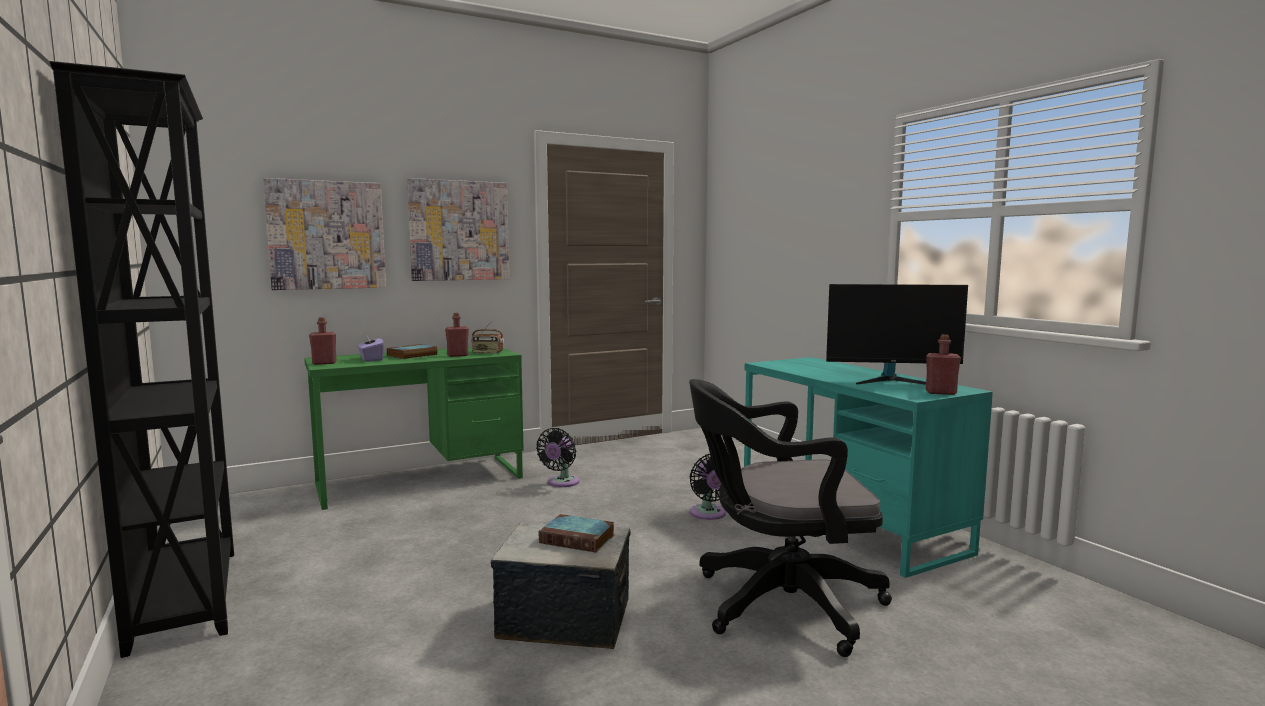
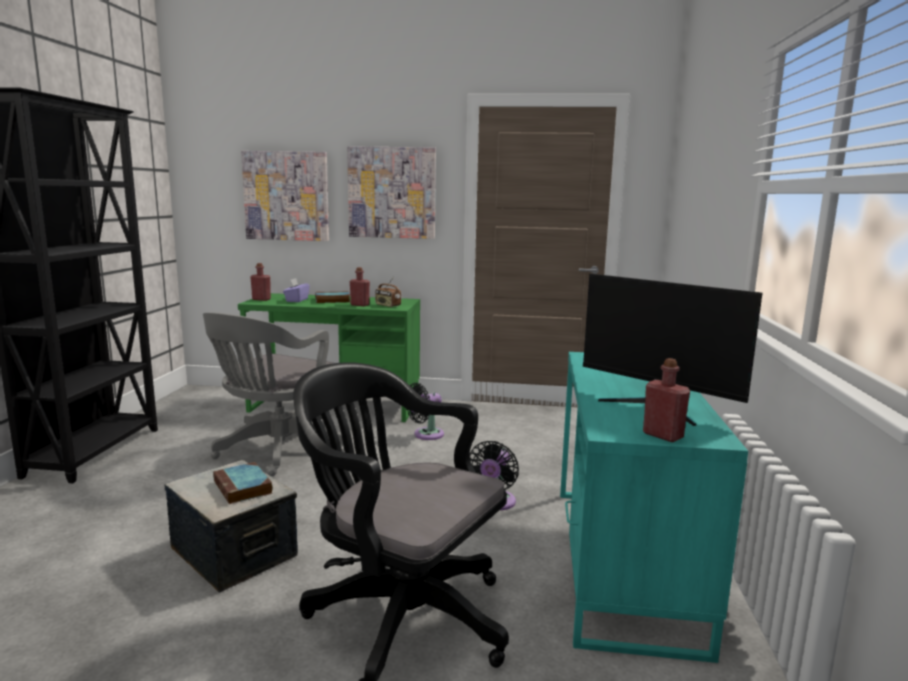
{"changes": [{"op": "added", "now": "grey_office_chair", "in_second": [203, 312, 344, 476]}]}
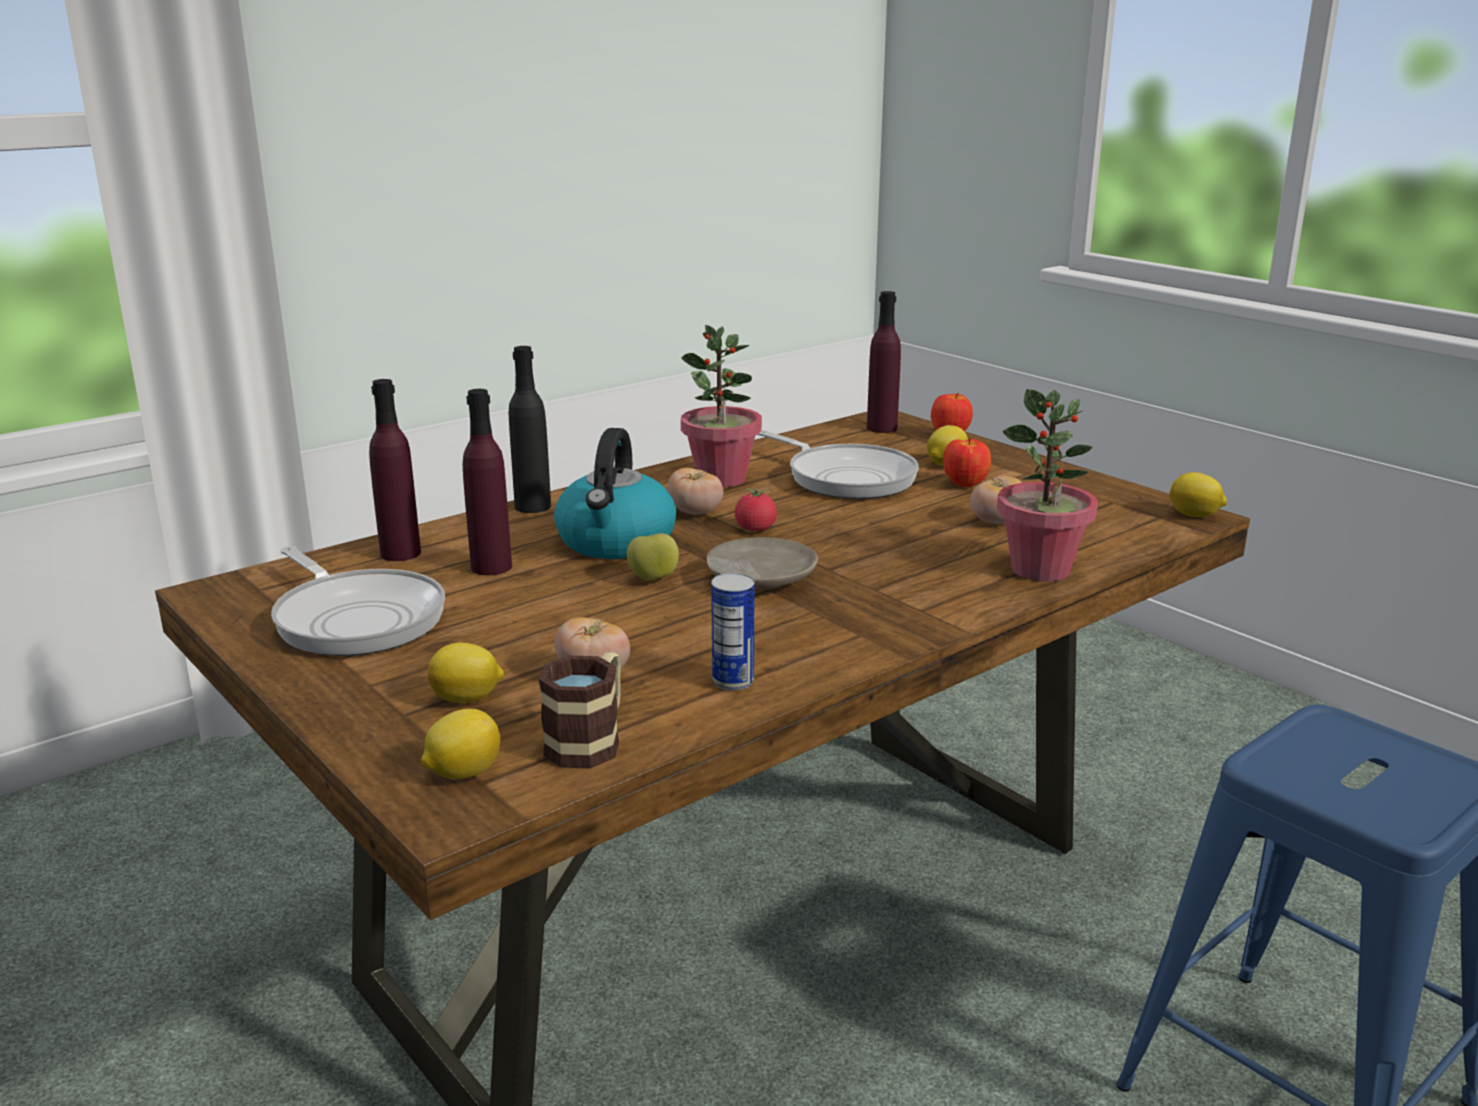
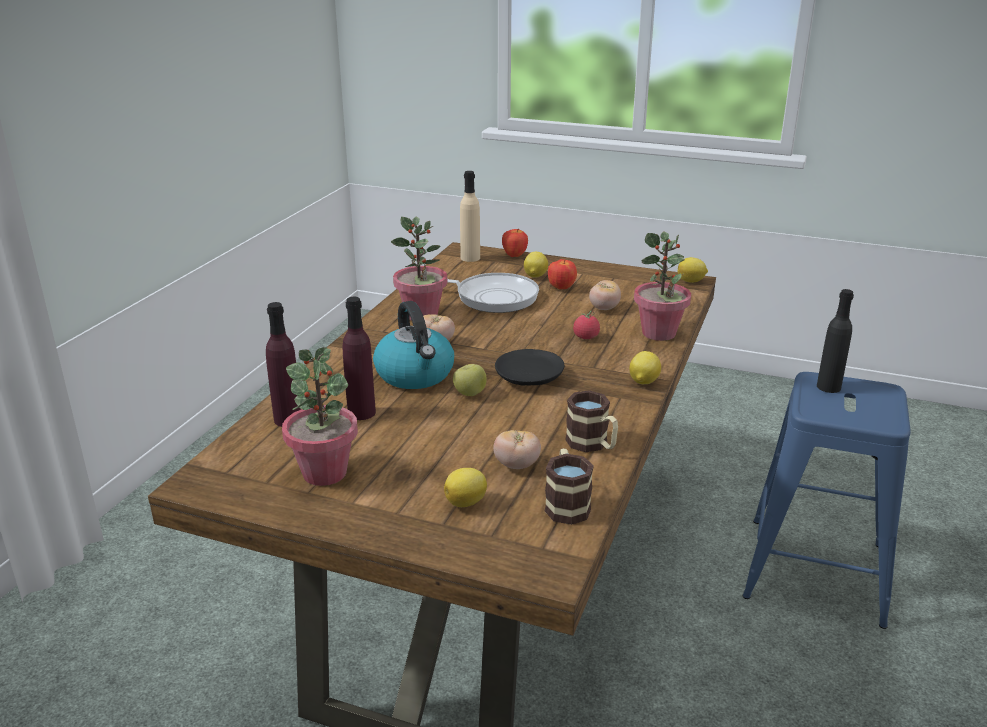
{"changes": [{"op": "replaced", "was": "frying_pan", "now": "potted_plant", "in_first": [271, 546, 445, 656], "in_second": [282, 347, 358, 486]}, {"op": "recoloured", "was": "purple_bottle", "now": "beige_bottle", "in_first": [867, 291, 901, 433], "in_second": [460, 171, 480, 262]}, {"op": "recoloured", "was": "beige_plate", "now": "black_plate", "in_first": [706, 537, 818, 589], "in_second": [495, 349, 564, 386]}, {"op": "replaced", "was": "can", "now": "mug", "in_first": [711, 573, 755, 690], "in_second": [565, 390, 618, 452]}, {"op": "moved", "was": "tomato", "in_first": [735, 488, 777, 531], "in_second": [573, 311, 600, 339]}, {"op": "moved", "was": "lemon", "in_first": [421, 709, 501, 779], "in_second": [629, 351, 661, 384]}, {"op": "moved", "was": "black_bottle", "in_first": [509, 346, 551, 513], "in_second": [817, 289, 854, 393]}]}
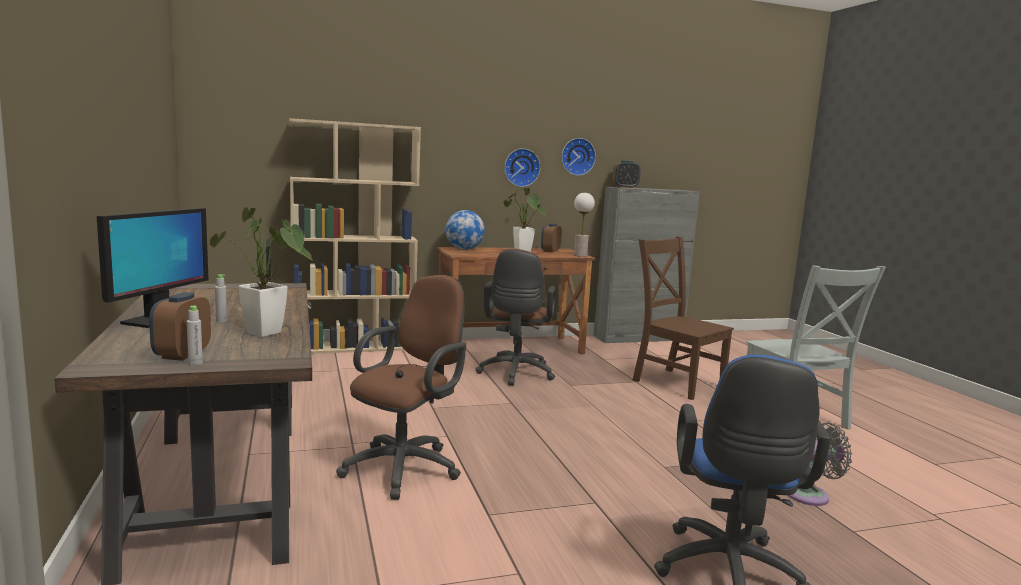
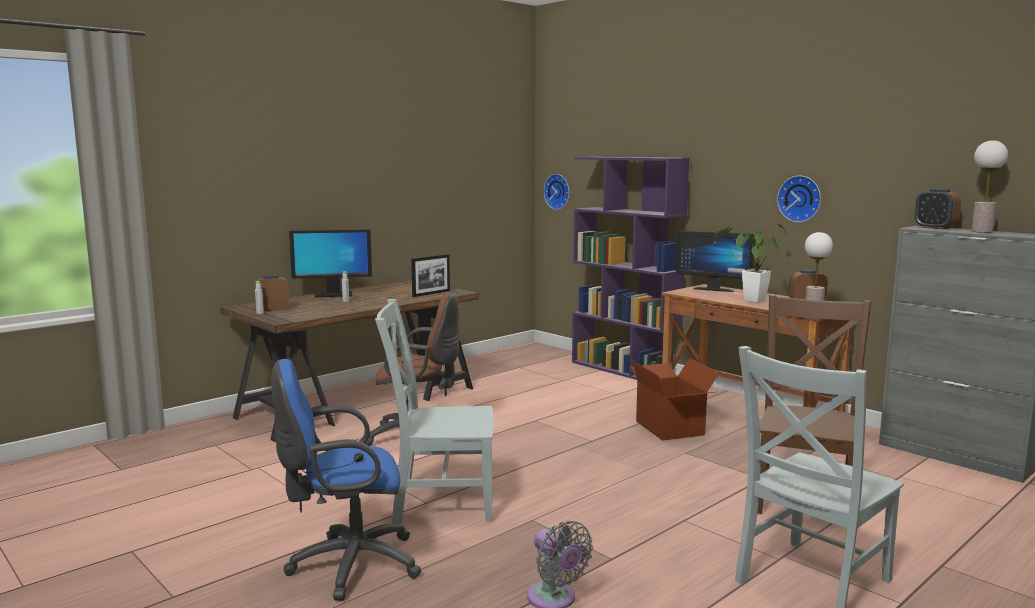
{"changes": [{"op": "added", "now": "grey_chair", "in_second": [375, 299, 494, 524]}, {"op": "moved", "was": "wall_clock", "in_first": [562, 138, 596, 176], "in_second": [544, 174, 569, 210]}, {"op": "recoloured", "was": "beige_bookcase", "now": "purple_bookcase", "in_first": [289, 118, 421, 354], "in_second": [572, 157, 689, 380]}, {"op": "replaced", "was": "brown_office_chair", "now": "cardboard_box", "in_first": [476, 248, 555, 386], "in_second": [630, 358, 720, 441]}, {"op": "replaced", "was": "globe", "now": "monitor", "in_first": [446, 210, 485, 250], "in_second": [676, 231, 755, 292]}, {"op": "added", "now": "table_lamp", "in_second": [972, 140, 1008, 233]}, {"op": "removed", "was": "potted_plant", "in_first": [210, 207, 314, 337]}]}
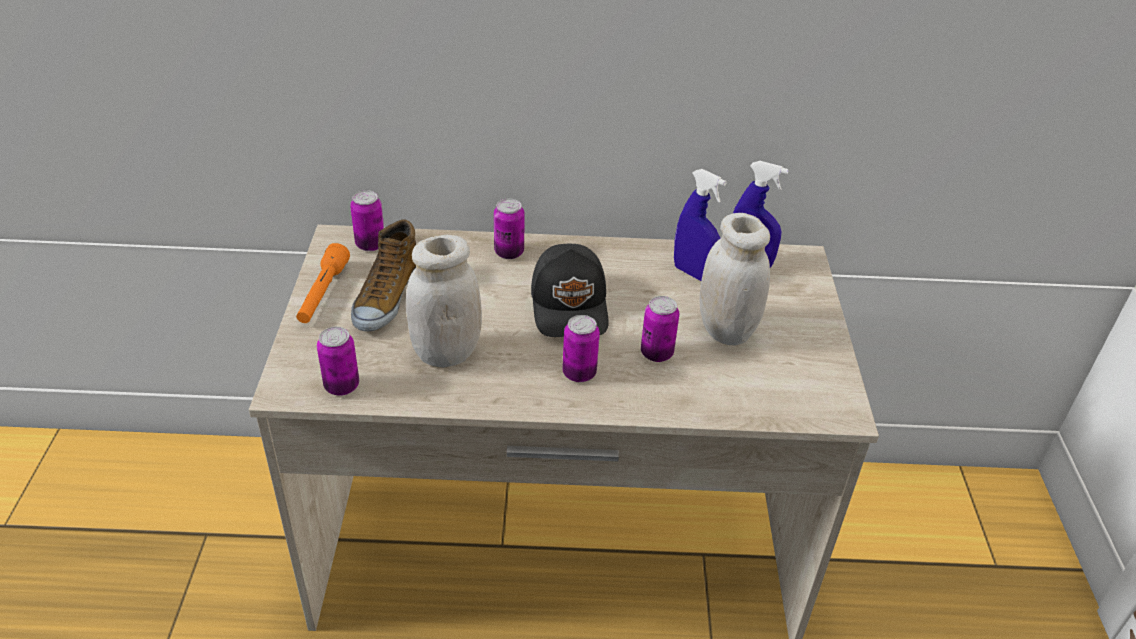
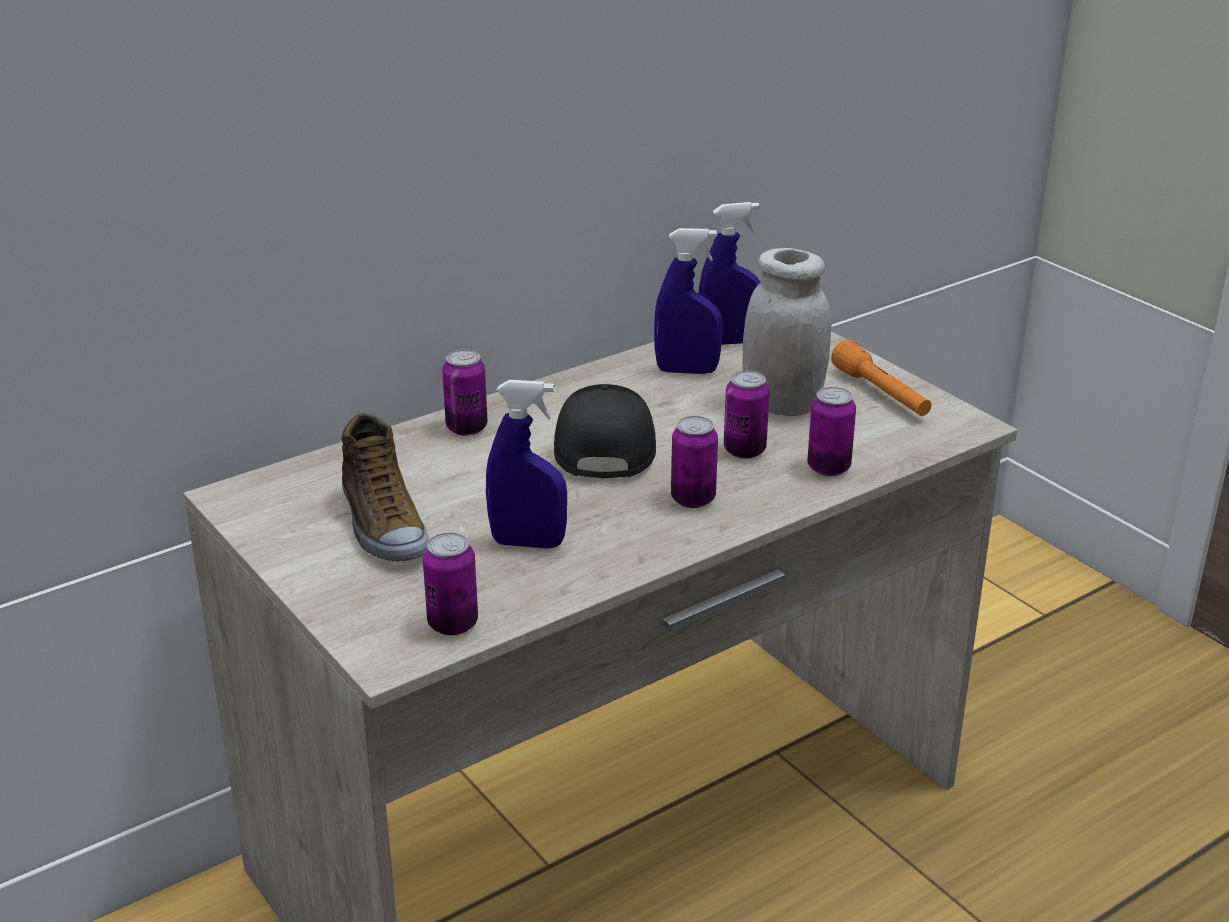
{"changes": [{"op": "replaced", "was": "white_jar", "now": "blue_spray_bottle", "in_first": [406, 235, 482, 368], "in_second": [486, 380, 567, 549]}, {"op": "turned", "was": "black_cap", "in_first": [531, 244, 609, 337], "in_second": [554, 384, 656, 478], "clockwise": -135}, {"op": "moved", "was": "can", "in_first": [350, 190, 384, 251], "in_second": [807, 387, 856, 476]}, {"op": "moved", "was": "orange_flashlight", "in_first": [296, 243, 350, 323], "in_second": [831, 340, 932, 416]}]}
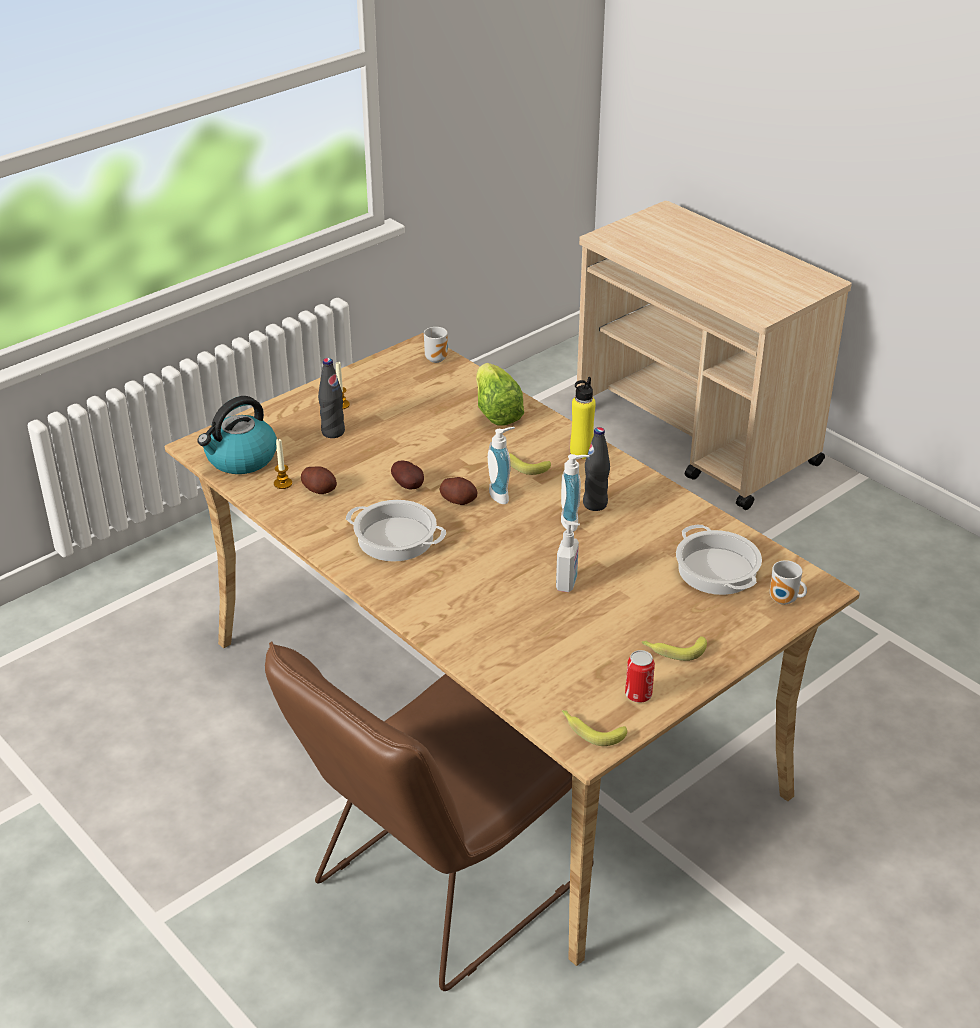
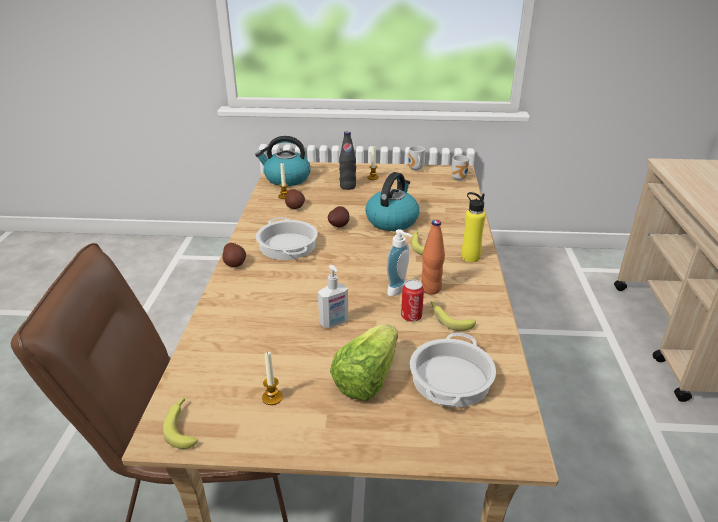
{"changes": [{"op": "moved", "was": "potato", "in_first": [439, 477, 478, 505], "in_second": [222, 243, 246, 267]}, {"op": "added", "now": "candle", "in_second": [262, 351, 283, 405]}, {"op": "moved", "was": "lettuce", "in_first": [476, 363, 524, 426], "in_second": [330, 324, 398, 401]}, {"op": "added", "now": "kettle", "in_second": [365, 172, 419, 231]}, {"op": "moved", "was": "can", "in_first": [625, 650, 655, 703], "in_second": [401, 279, 424, 322]}, {"op": "moved", "was": "mug", "in_first": [770, 560, 807, 605], "in_second": [408, 146, 425, 171]}, {"op": "recoloured", "was": "black_bottle", "now": "orange_bottle", "in_first": [583, 427, 610, 511], "in_second": [421, 220, 445, 294]}, {"op": "moved", "was": "banana", "in_first": [642, 636, 707, 661], "in_second": [430, 301, 476, 331]}, {"op": "removed", "was": "soap_dispenser", "in_first": [488, 427, 515, 504]}]}
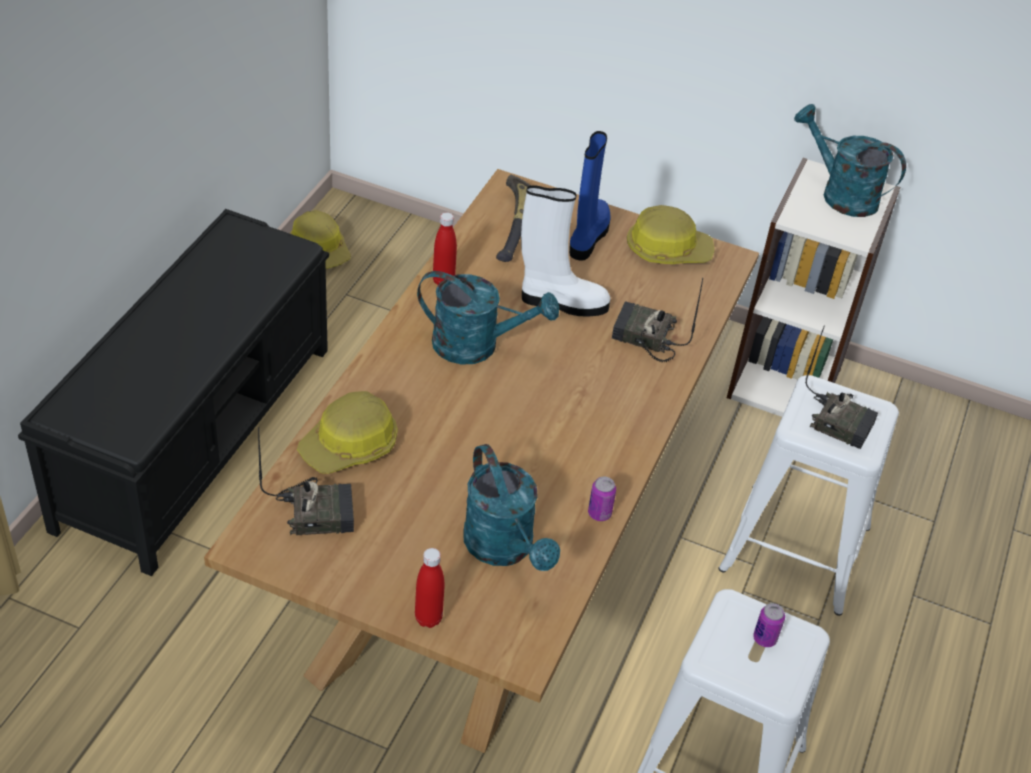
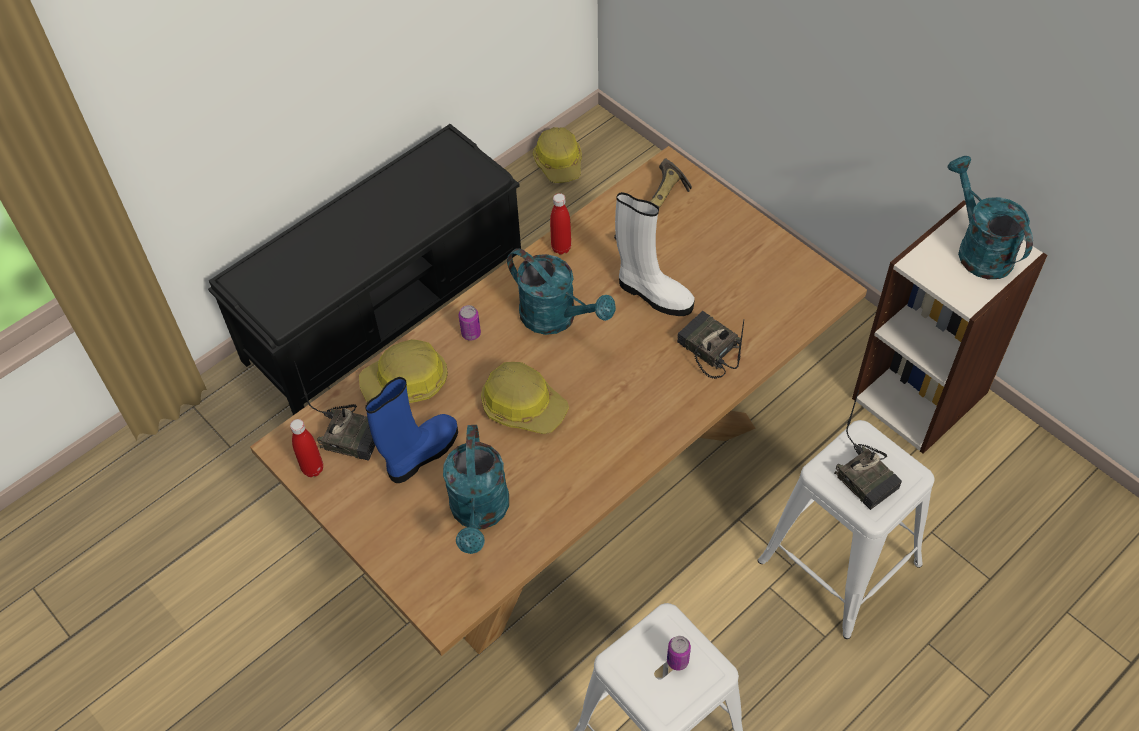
{"changes": [{"op": "moved", "was": "red_bottle", "in_first": [415, 548, 445, 628], "in_second": [290, 419, 323, 477]}, {"op": "moved", "was": "blue_boot", "in_first": [569, 131, 611, 261], "in_second": [365, 377, 458, 483]}, {"op": "moved", "was": "can", "in_first": [588, 476, 616, 521], "in_second": [459, 305, 481, 341]}, {"op": "moved", "was": "hard_hat", "in_first": [627, 205, 714, 264], "in_second": [481, 362, 569, 434]}]}
